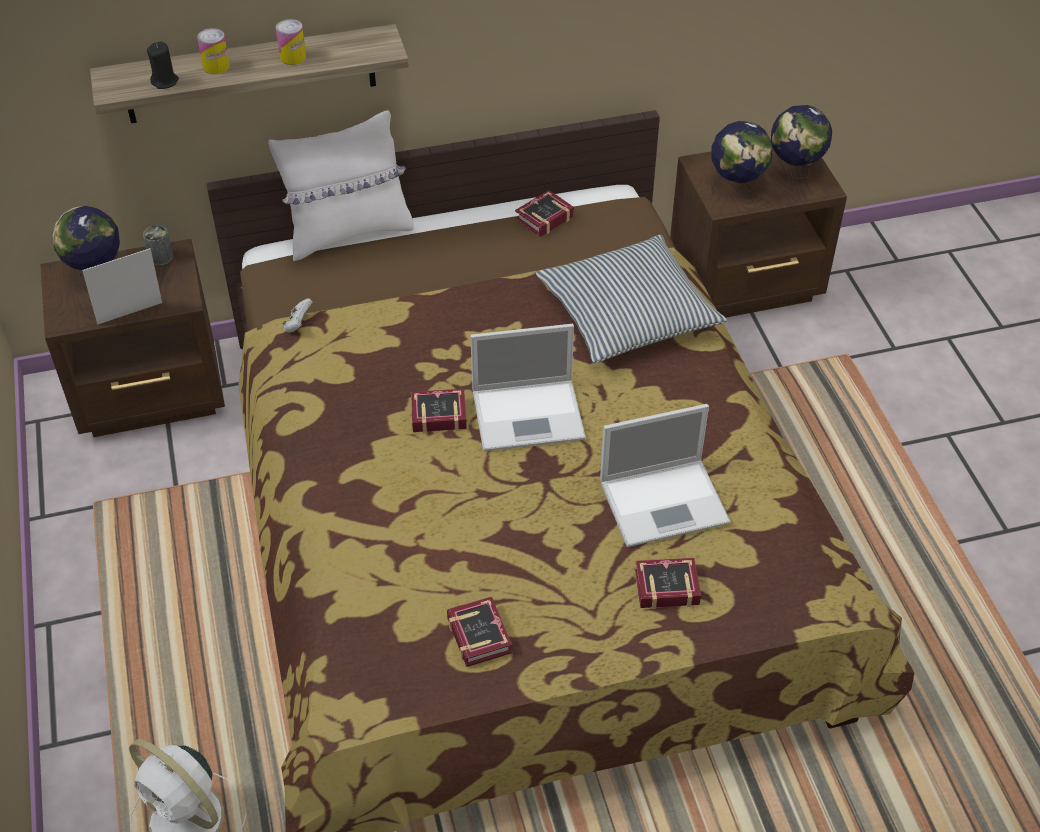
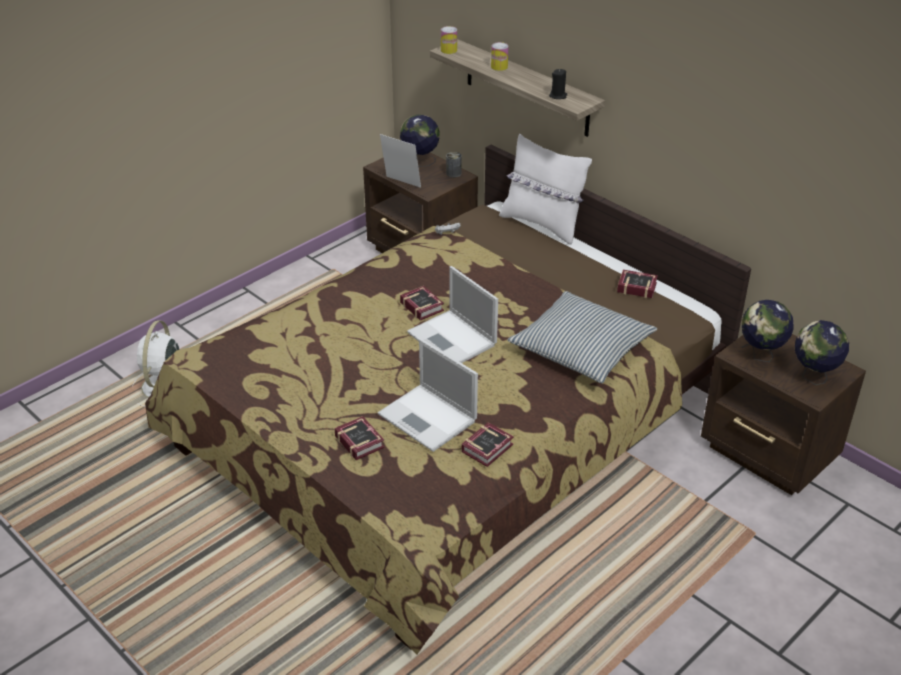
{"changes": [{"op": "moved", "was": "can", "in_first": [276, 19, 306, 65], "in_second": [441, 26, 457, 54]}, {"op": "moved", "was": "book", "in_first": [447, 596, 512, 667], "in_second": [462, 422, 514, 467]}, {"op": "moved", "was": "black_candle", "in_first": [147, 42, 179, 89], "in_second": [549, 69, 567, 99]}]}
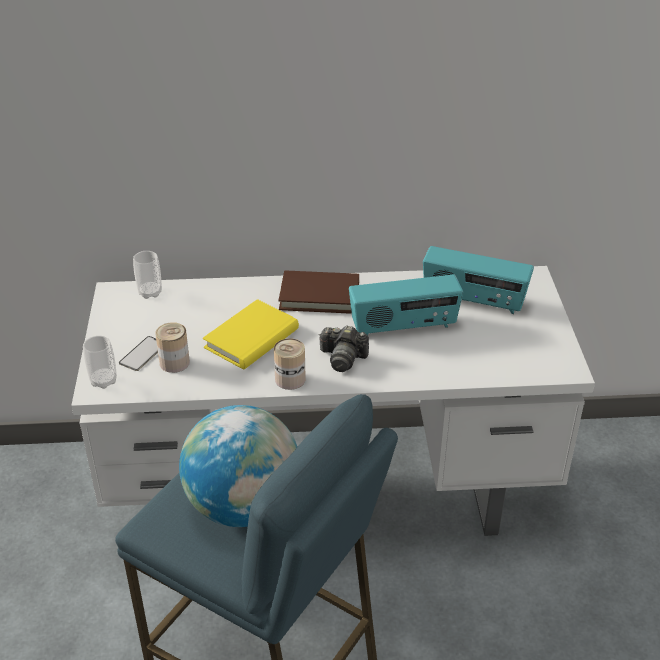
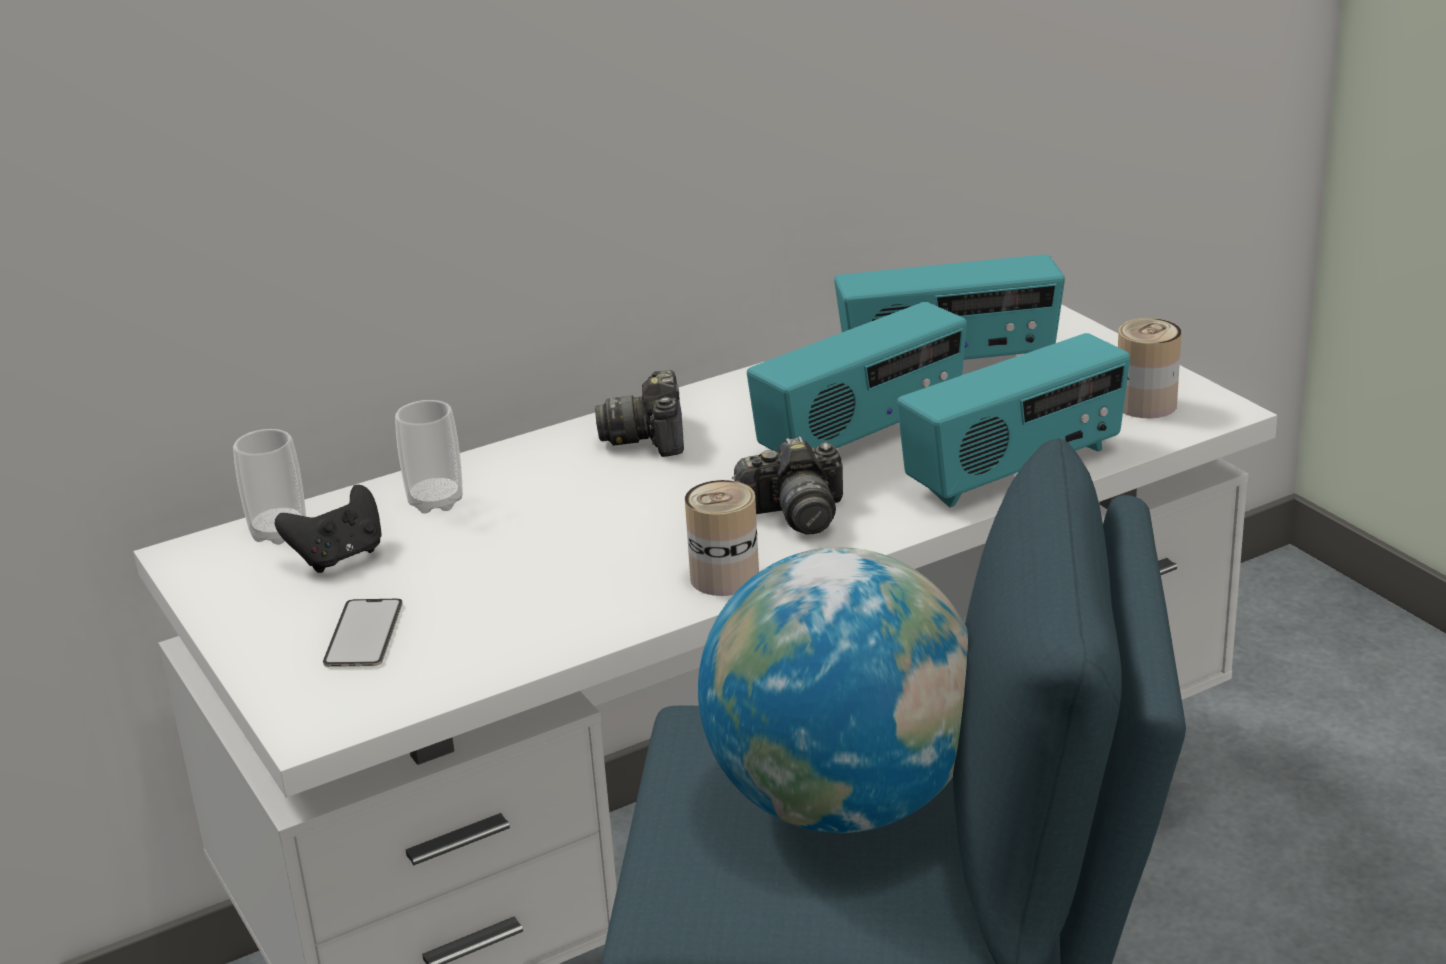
{"changes": [{"op": "added", "now": "black_game_controller", "in_second": [275, 485, 382, 573]}, {"op": "moved", "was": "cup", "in_first": [83, 336, 117, 389], "in_second": [395, 400, 463, 514]}, {"op": "replaced", "was": "brown_book", "now": "photo_camera", "in_first": [278, 271, 359, 314], "in_second": [595, 370, 684, 457]}, {"op": "added", "now": "radio", "in_second": [897, 333, 1130, 508]}, {"op": "moved", "was": "can", "in_first": [155, 322, 190, 373], "in_second": [1118, 318, 1181, 418]}, {"op": "removed", "was": "yellow_book", "in_first": [203, 299, 299, 369]}]}
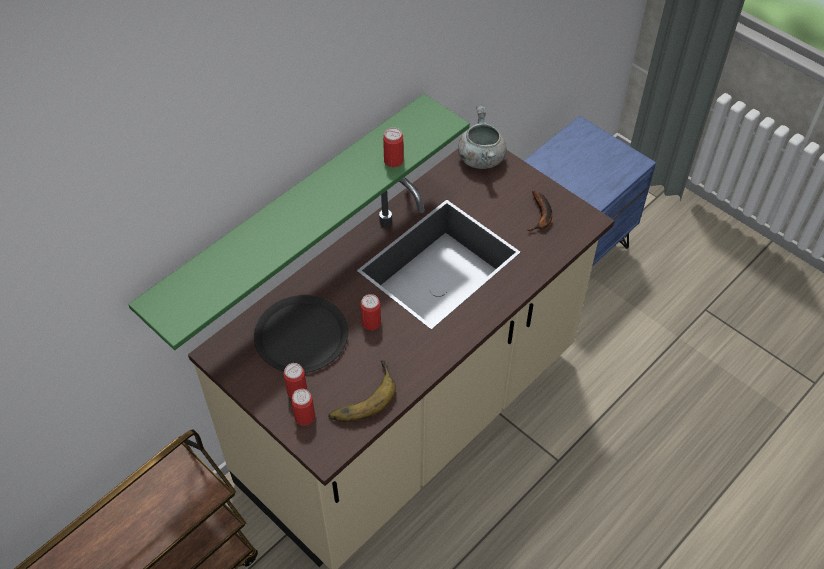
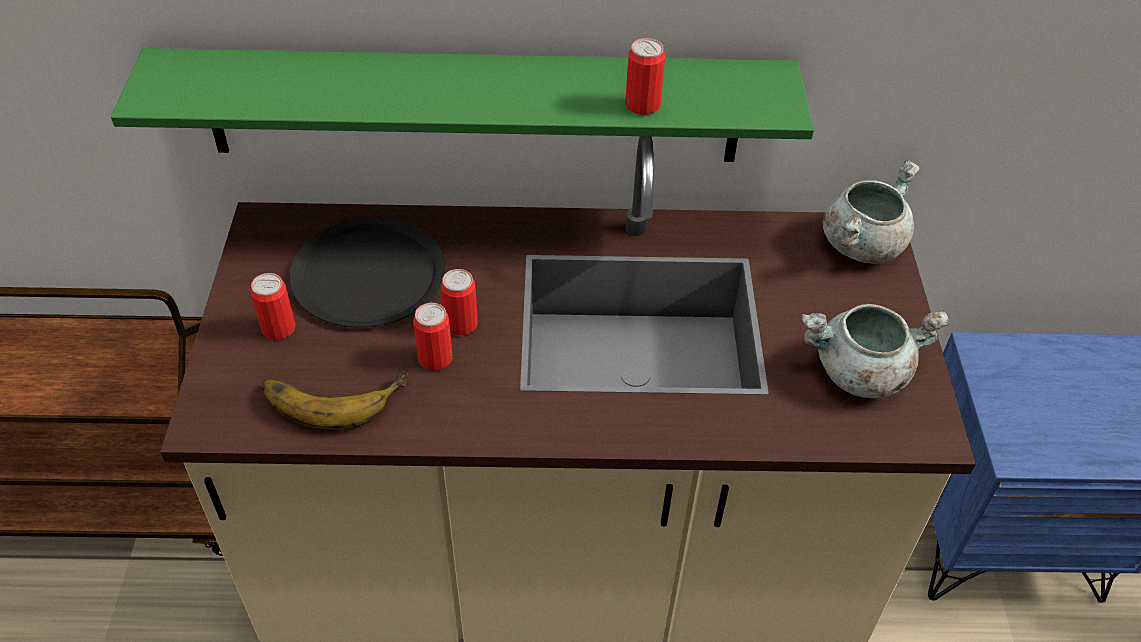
{"changes": [{"op": "moved", "was": "can", "in_first": [291, 389, 315, 426], "in_second": [413, 303, 453, 370]}, {"op": "replaced", "was": "banana", "now": "grey_cooking_pot", "in_first": [527, 191, 552, 232], "in_second": [802, 304, 950, 399]}]}
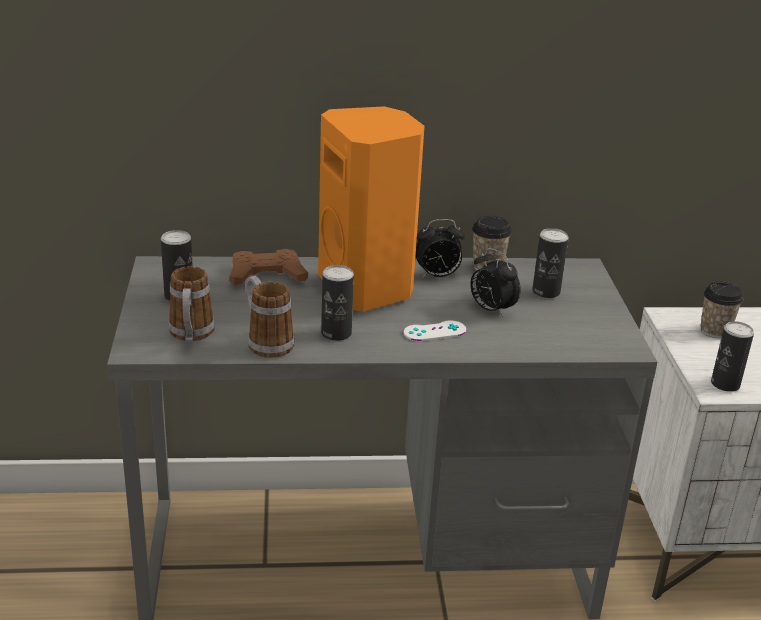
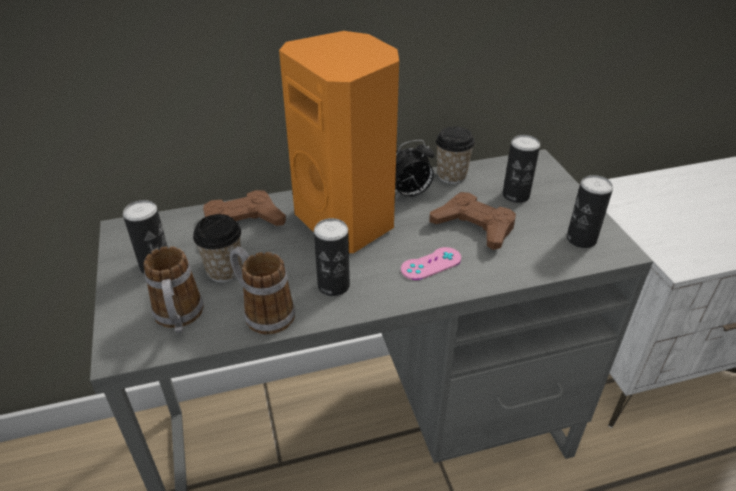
{"changes": [{"op": "moved", "was": "cup", "in_first": [700, 281, 743, 339], "in_second": [193, 214, 242, 283]}, {"op": "recoloured", "was": "white_game_controller", "now": "pink_game_controller", "in_first": [404, 320, 466, 341], "in_second": [401, 247, 461, 280]}, {"op": "replaced", "was": "alarm_clock", "now": "brown_game_controller", "in_first": [470, 248, 521, 317], "in_second": [429, 192, 516, 250]}, {"op": "moved", "was": "can", "in_first": [711, 321, 754, 392], "in_second": [567, 175, 613, 248]}]}
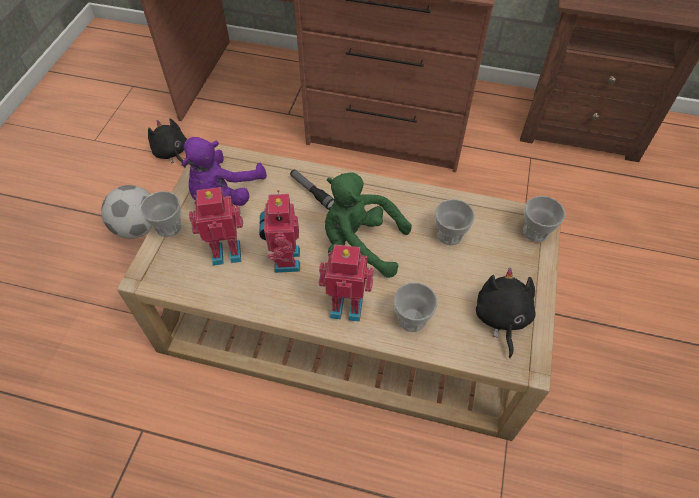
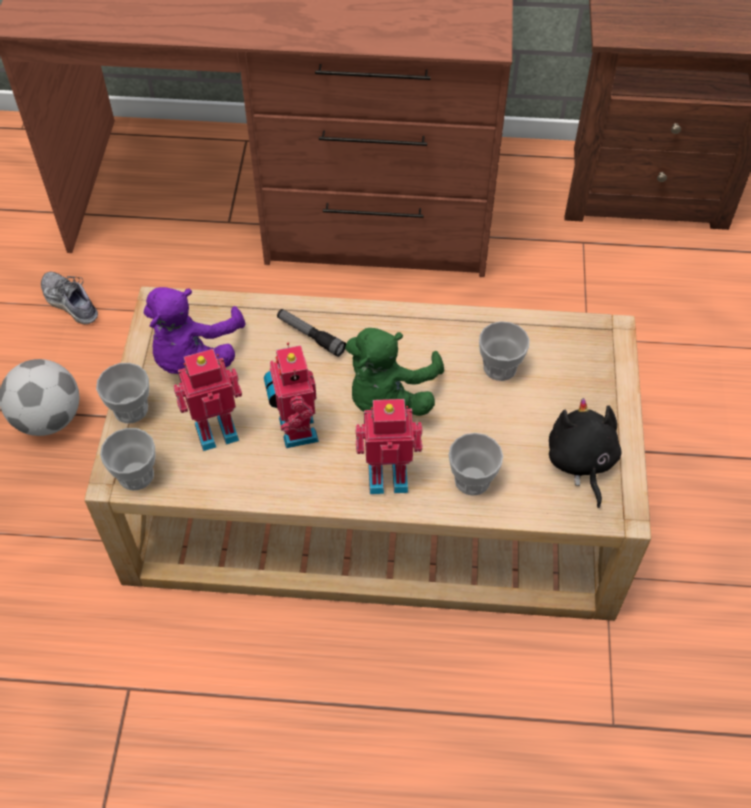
{"changes": [{"op": "replaced", "was": "black_plush_toy", "now": "shoe", "in_first": [148, 118, 187, 167], "in_second": [41, 272, 98, 324]}, {"op": "moved", "was": "cup", "in_first": [523, 196, 565, 242], "in_second": [100, 428, 156, 490]}, {"op": "turned", "was": "green_plush_toy", "in_first": [325, 172, 412, 278], "in_second": [345, 328, 444, 416], "clockwise": -75}]}
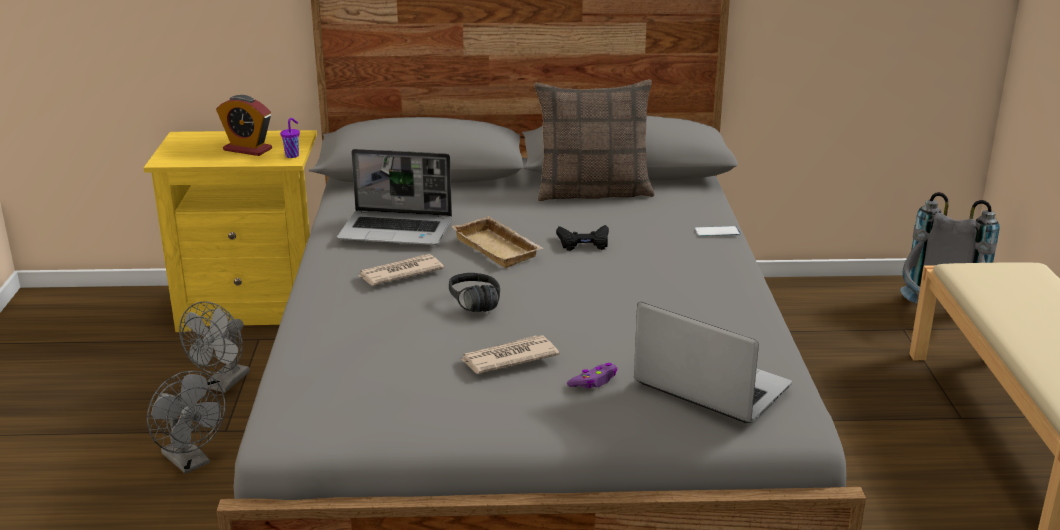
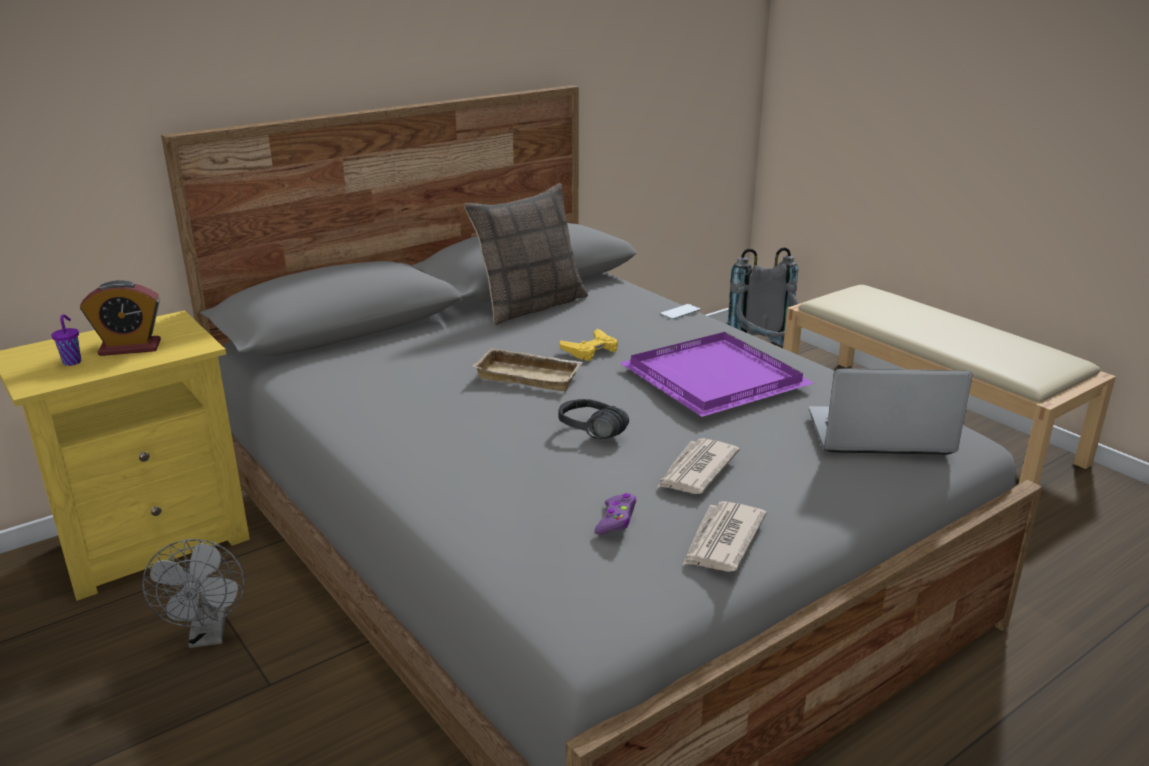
{"changes": [{"op": "moved", "was": "purple_cup", "in_first": [280, 118, 300, 158], "in_second": [51, 314, 81, 366]}, {"op": "recoloured", "was": "black_game_controller", "now": "yellow_game_controller", "in_first": [556, 225, 609, 251], "in_second": [560, 329, 618, 361]}, {"op": "moved", "was": "purple_game_controller", "in_first": [567, 363, 618, 388], "in_second": [594, 493, 636, 535]}, {"op": "added", "now": "purple_tray", "in_second": [620, 332, 814, 417]}, {"op": "moved", "was": "newspaper", "in_first": [358, 254, 444, 285], "in_second": [683, 501, 767, 572]}, {"op": "removed", "was": "grey_fan", "in_first": [147, 371, 226, 474]}, {"op": "removed", "was": "laptop", "in_first": [337, 149, 452, 245]}]}
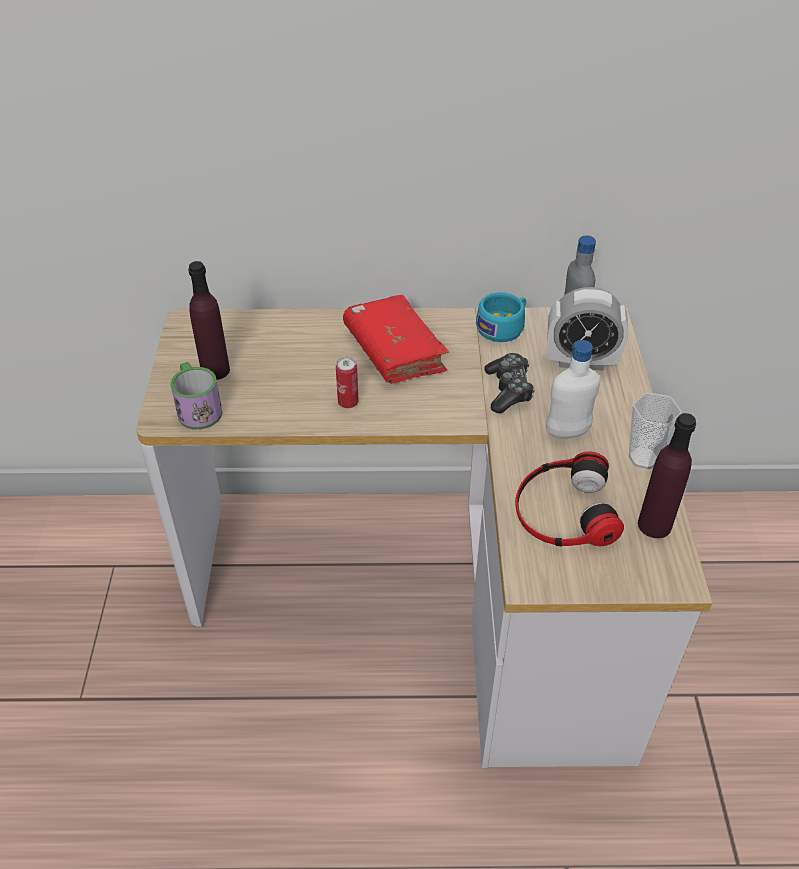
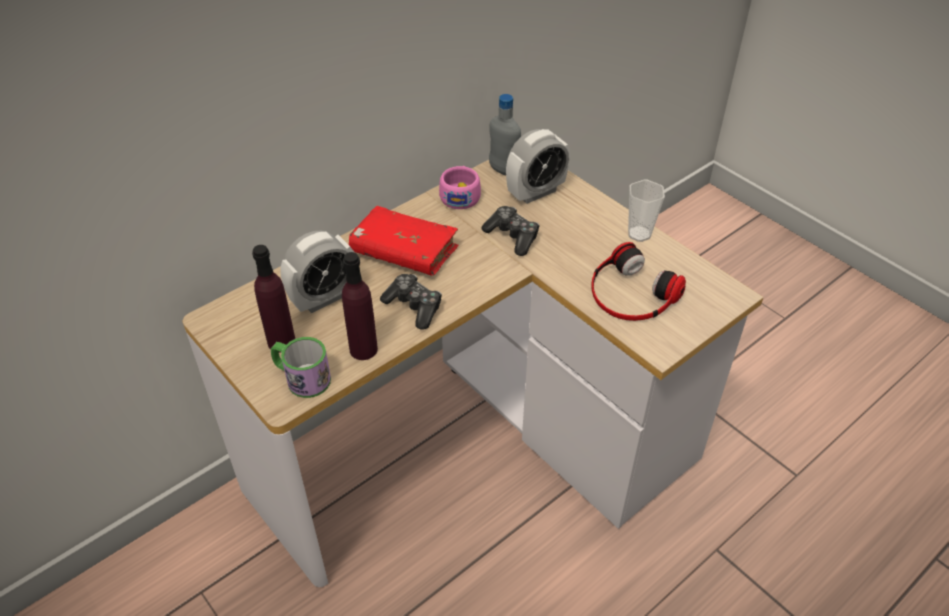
{"changes": [{"op": "added", "now": "alarm_clock", "in_second": [280, 230, 355, 314]}, {"op": "moved", "was": "purple_bottle", "in_first": [638, 413, 696, 538], "in_second": [342, 252, 378, 360]}, {"op": "replaced", "was": "can", "now": "game_controller", "in_first": [336, 357, 359, 408], "in_second": [380, 274, 442, 330]}, {"op": "recoloured", "was": "turquoise_cup", "now": "pink_cup", "in_first": [476, 292, 526, 342], "in_second": [439, 166, 481, 209]}, {"op": "removed", "was": "white_bottle", "in_first": [546, 340, 600, 439]}]}
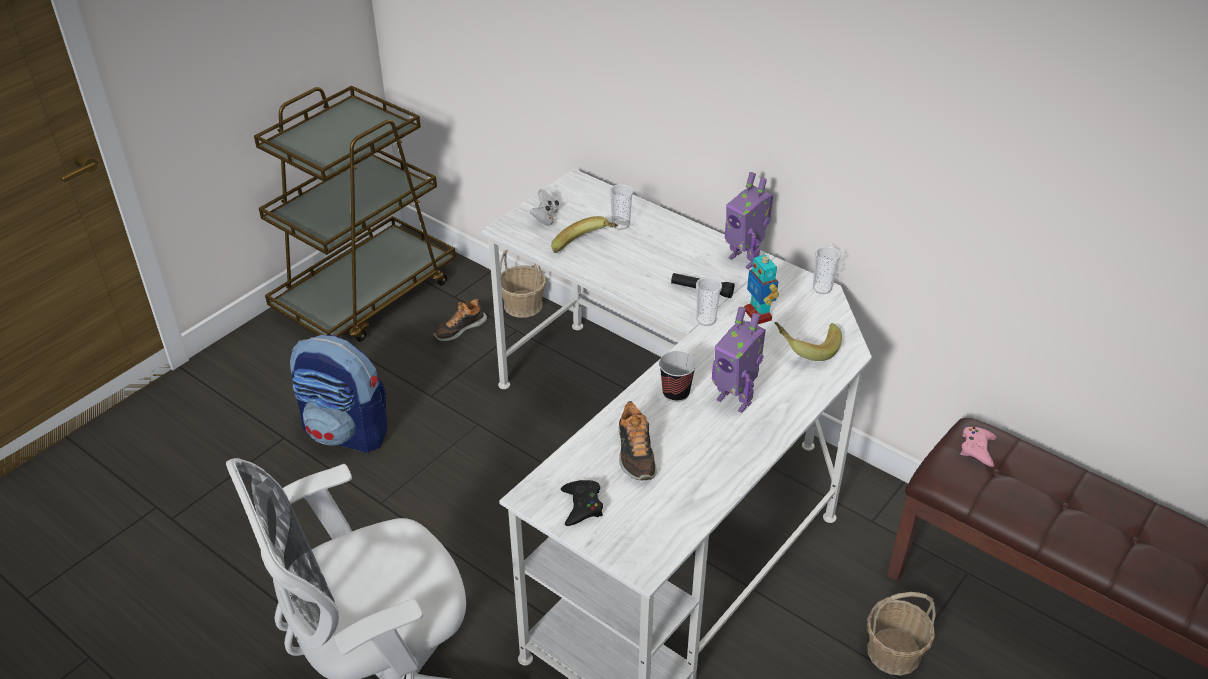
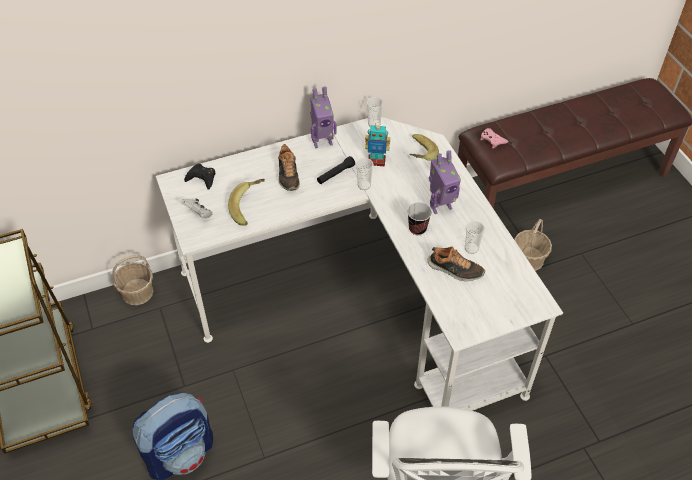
{"changes": [{"op": "moved", "was": "black_game_controller", "in_first": [561, 480, 603, 526], "in_second": [184, 164, 215, 190]}, {"op": "moved", "was": "shoe", "in_first": [433, 299, 487, 341], "in_second": [278, 144, 300, 191]}, {"op": "moved", "was": "cup", "in_first": [610, 184, 633, 230], "in_second": [464, 221, 485, 254]}]}
